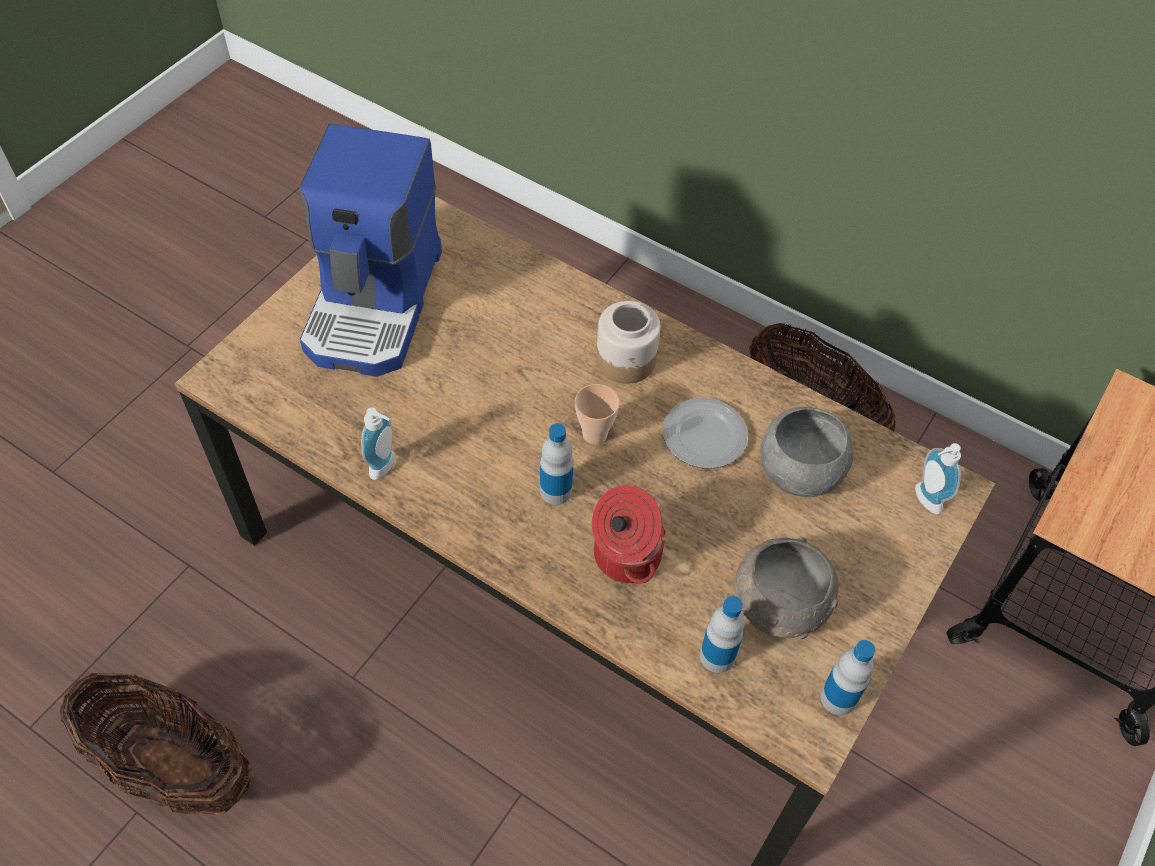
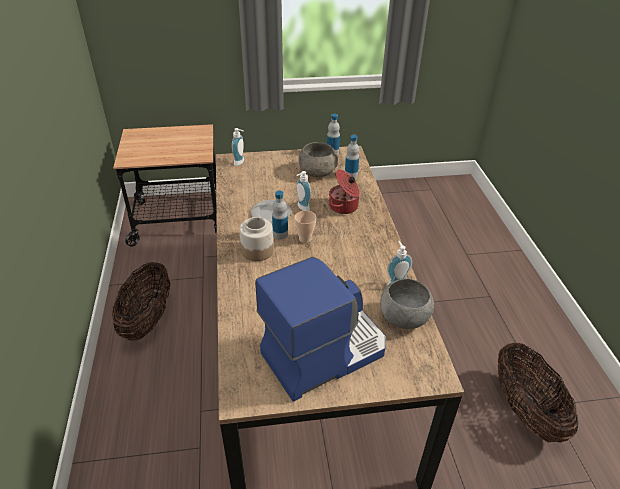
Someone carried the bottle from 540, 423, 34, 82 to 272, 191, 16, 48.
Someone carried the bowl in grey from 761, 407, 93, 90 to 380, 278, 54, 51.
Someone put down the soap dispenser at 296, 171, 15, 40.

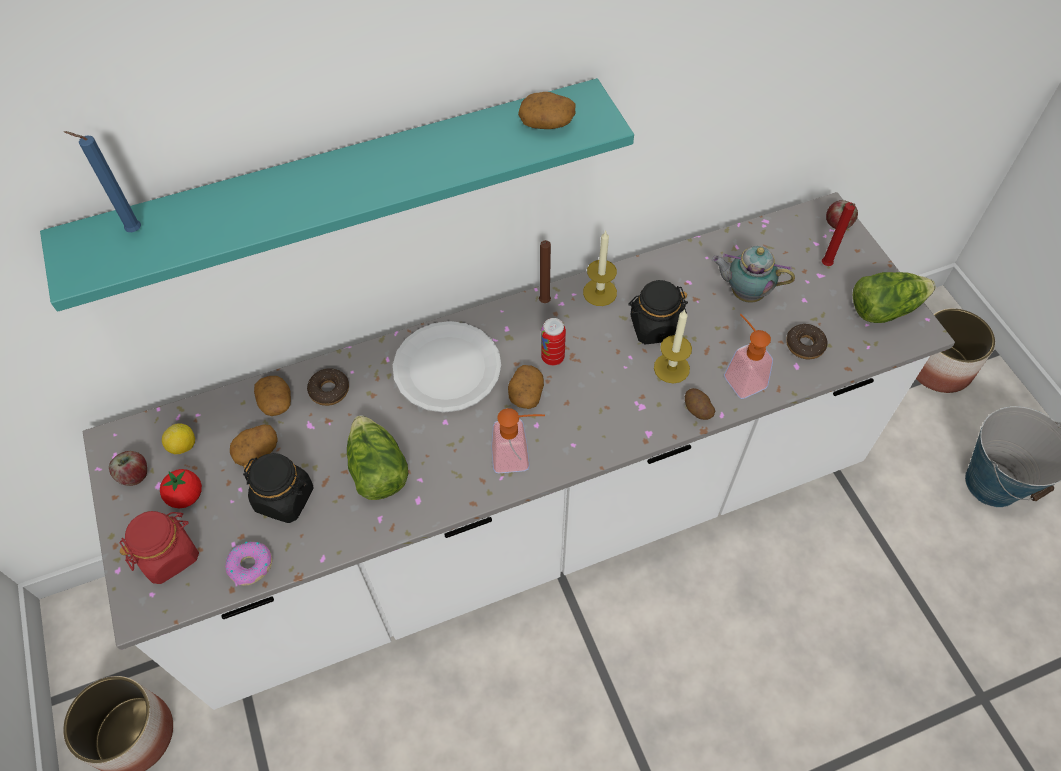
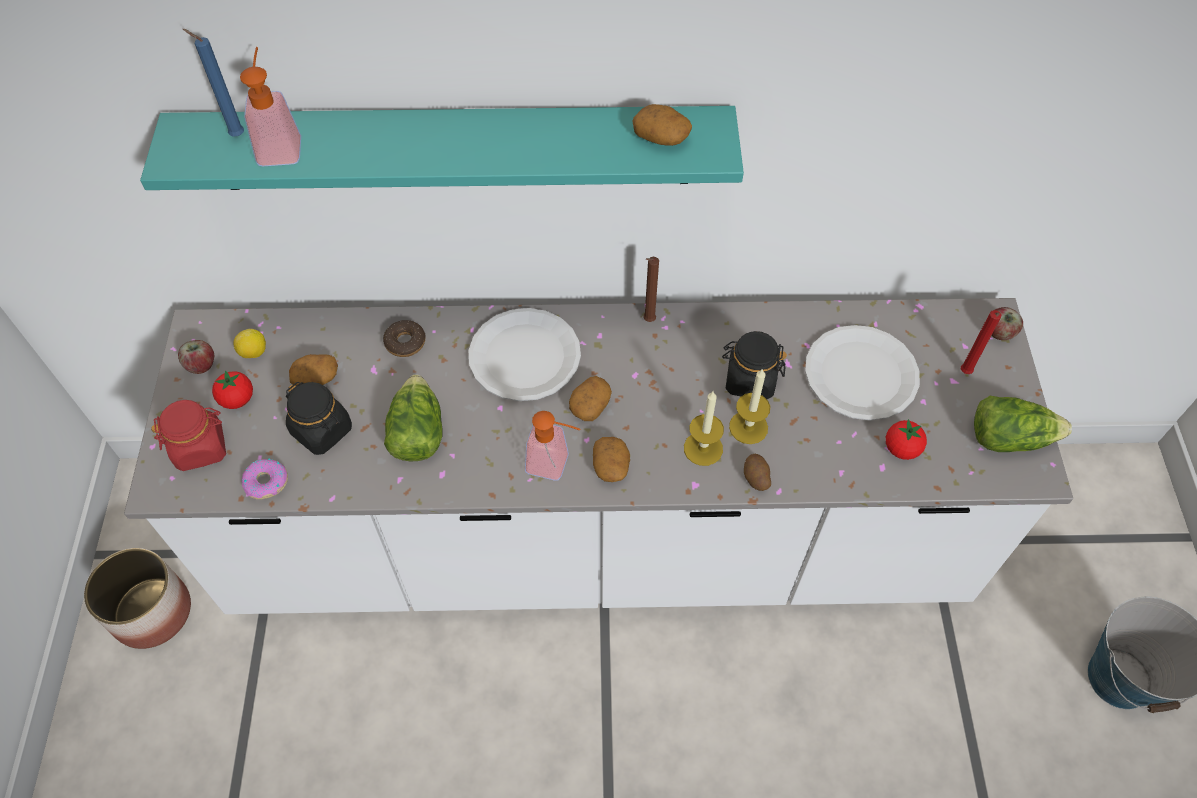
Someone carried the potato from 254, 376, 37, 40 to 593, 437, 37, 45.
Someone took away the can at 541, 318, 25, 48.
Someone carried the candle from 583, 230, 34, 76 to 684, 391, 40, 75.
Someone swapped the teapot at 712, 246, 83, 57 for the plate in white at 805, 325, 115, 96.
Someone carried the soap dispenser from 724, 314, 49, 85 to 240, 47, 61, 119.
Someone swapped the donut at 786, 324, 42, 35 for the tomato at 886, 419, 41, 41.
Someone took away the planter at 916, 308, 79, 85.

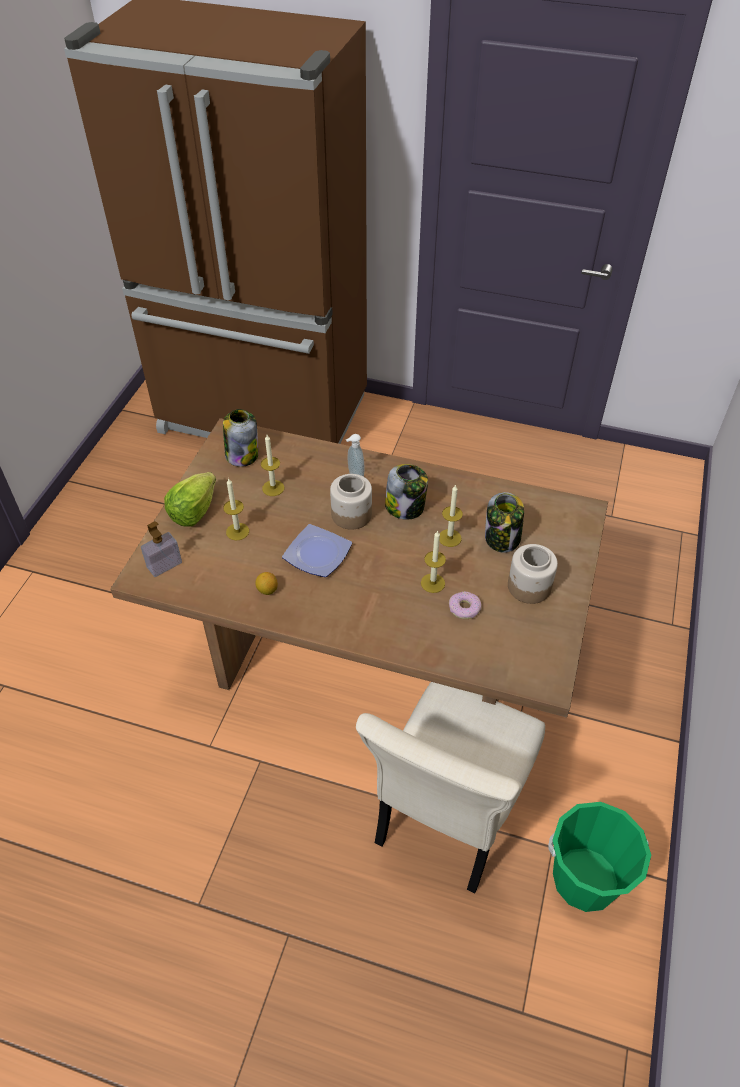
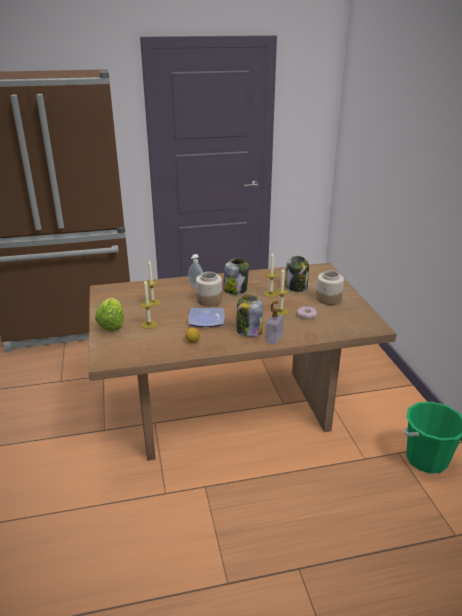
Someone carried the soap dispenser from 141, 521, 41, 56 to 265, 301, 19, 43.
Someone carried the jar from 223, 409, 35, 58 to 236, 295, 27, 42.
Someone took away the chair in beige at 356, 682, 189, 212.

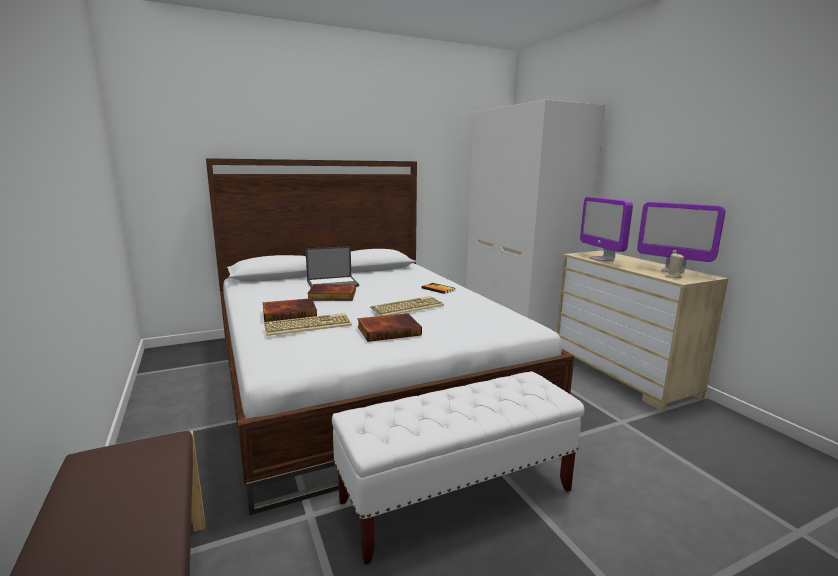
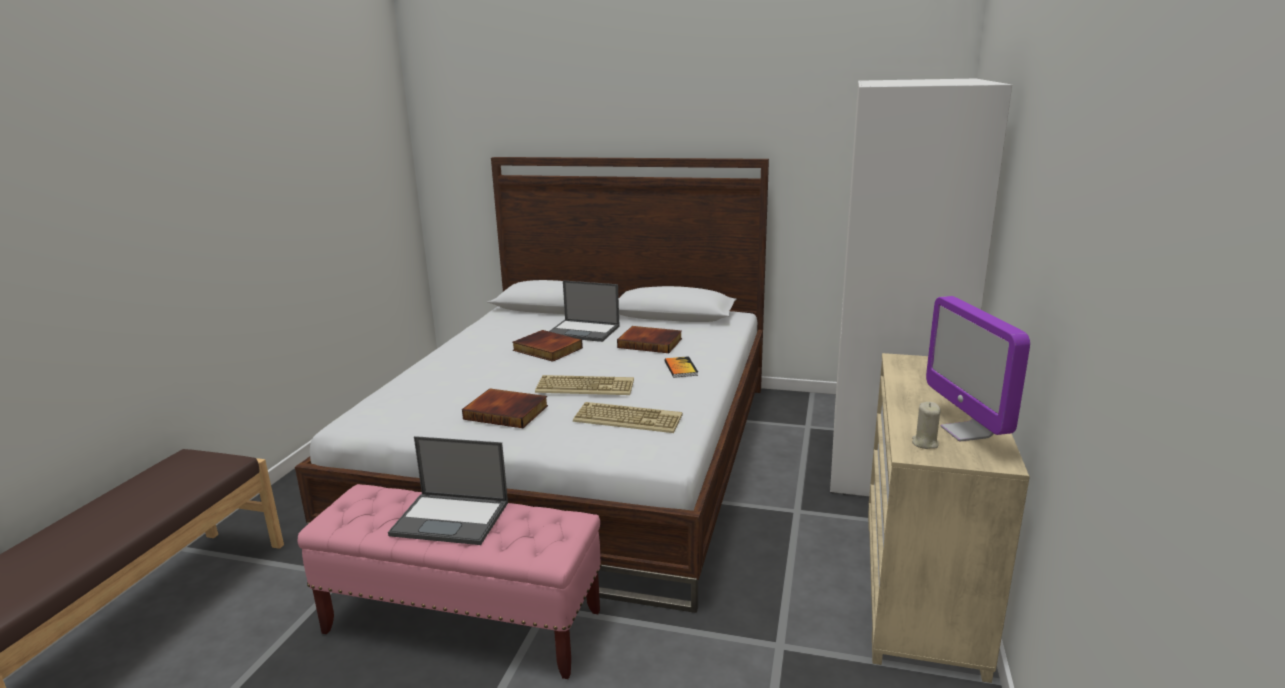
Someone carried the book from 263, 298, 54, 24 to 617, 326, 65, 27.
Someone carried the keyboard from 264, 313, 88, 23 to 573, 402, 110, 31.
Someone repainted the bench in white at 332, 371, 253, 194, which became the bench in pink at 297, 484, 305, 195.
Someone took away the monitor at 580, 197, 53, 64.
Someone put down the laptop at 388, 436, 120, 109.

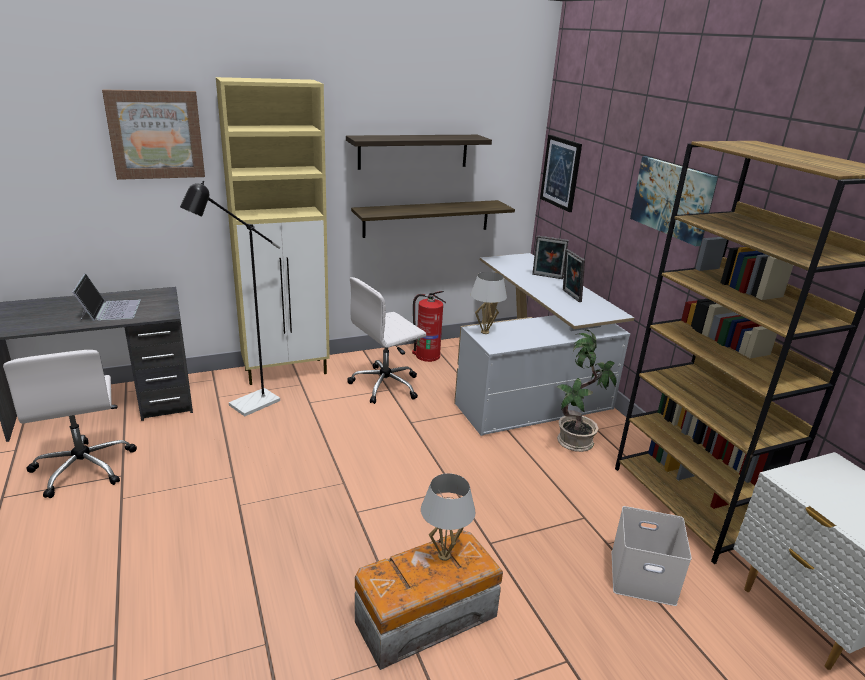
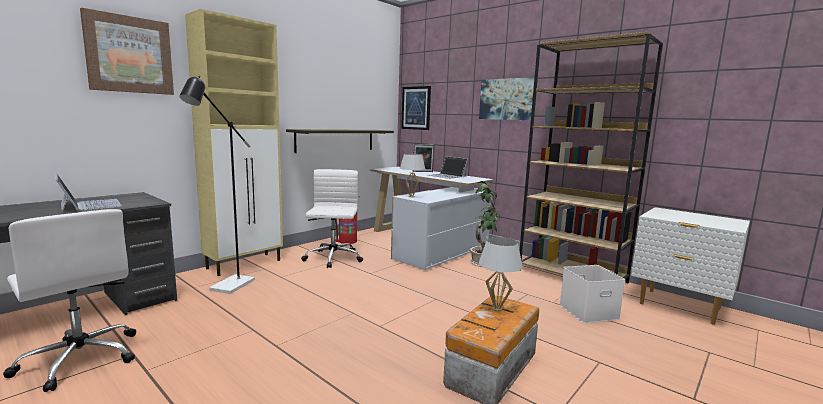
Someone took away the shelf at 346, 135, 146, 35.
Someone rotated the office chair in white at 347, 277, 79, 127 by 150 degrees clockwise.
Someone swapped the picture frame at 563, 249, 22, 53 for the laptop at 428, 156, 40, 23.

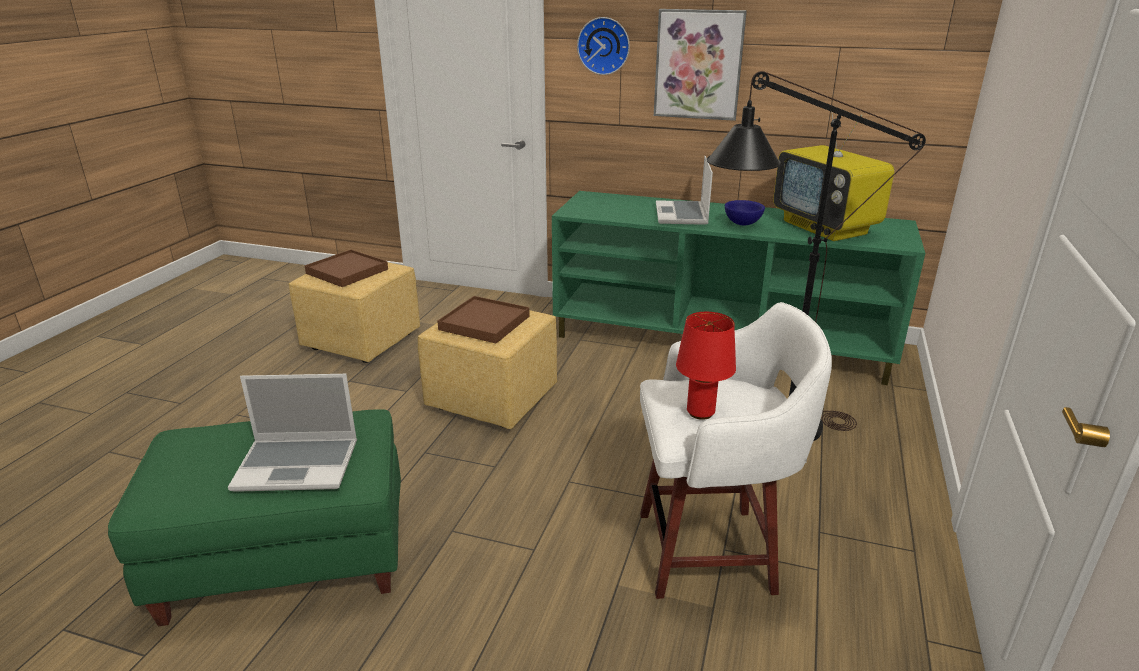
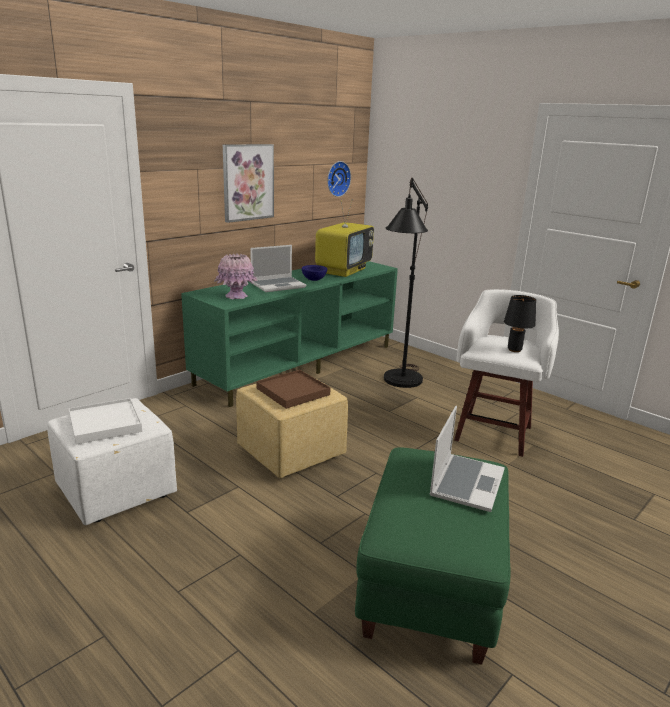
Someone repainted the ottoman in yellow at 289, 262, 131, 101, which became the ottoman in white at 47, 398, 130, 127.
Someone repainted the tray in brown at 305, 250, 83, 37, which became the tray in white at 69, 398, 73, 47.
Someone carried the wall clock from 577, 17, 53, 58 to 327, 161, 24, 36.
Someone rotated the laptop at 656, 156, 57, 69 by 60 degrees counterclockwise.
Someone repainted the table lamp in red at 676, 312, 60, 108, which became the table lamp in black at 504, 295, 32, 57.
Someone rotated the television at 773, 114, 122, 127 by 60 degrees counterclockwise.
Someone put down the vase in pink at 214, 253, 43, 47.

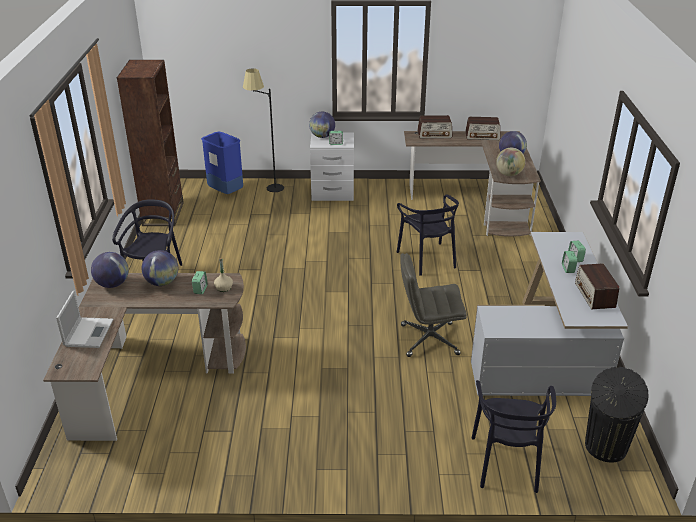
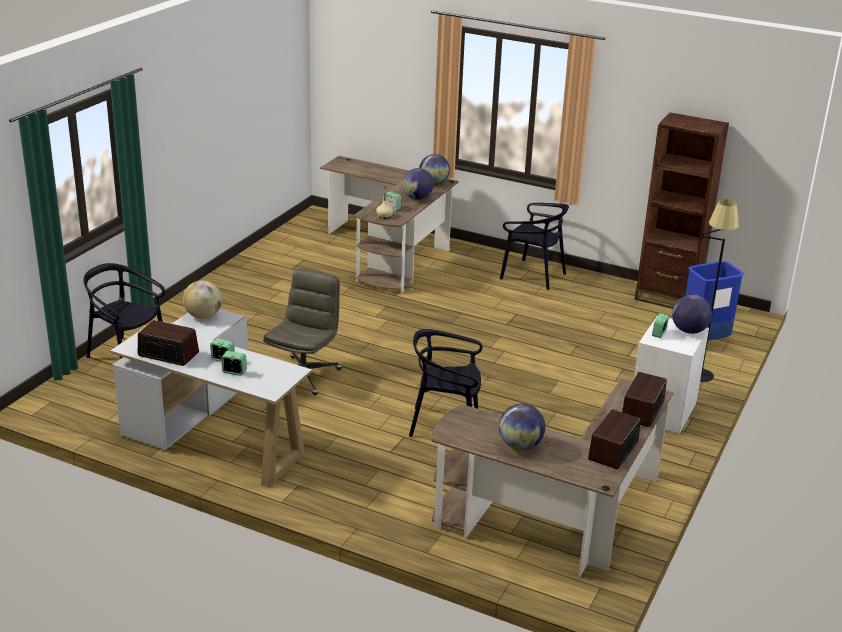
Someone took away the laptop at 56, 291, 57, 57.
Someone carried the globe from 496, 148, 29, 28 to 183, 280, 39, 39.
Someone took away the trash can in black at 585, 367, 63, 96.

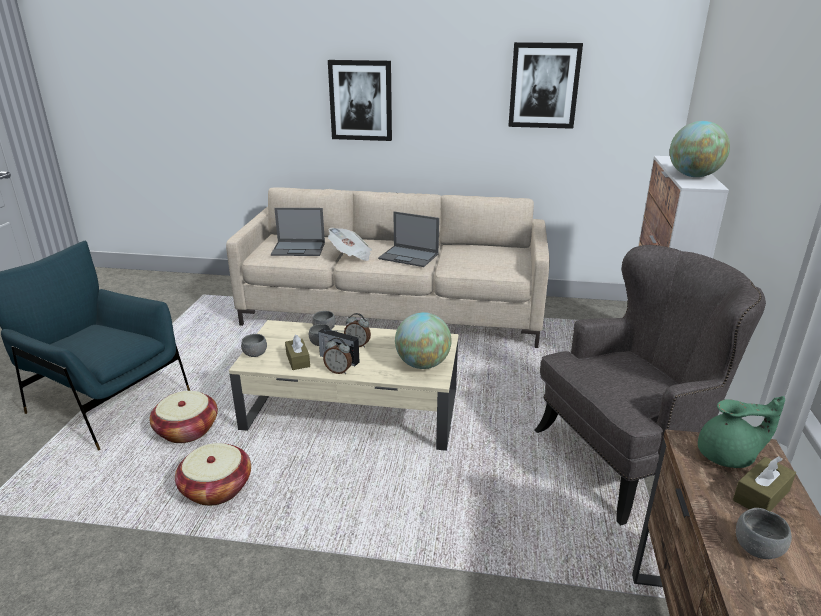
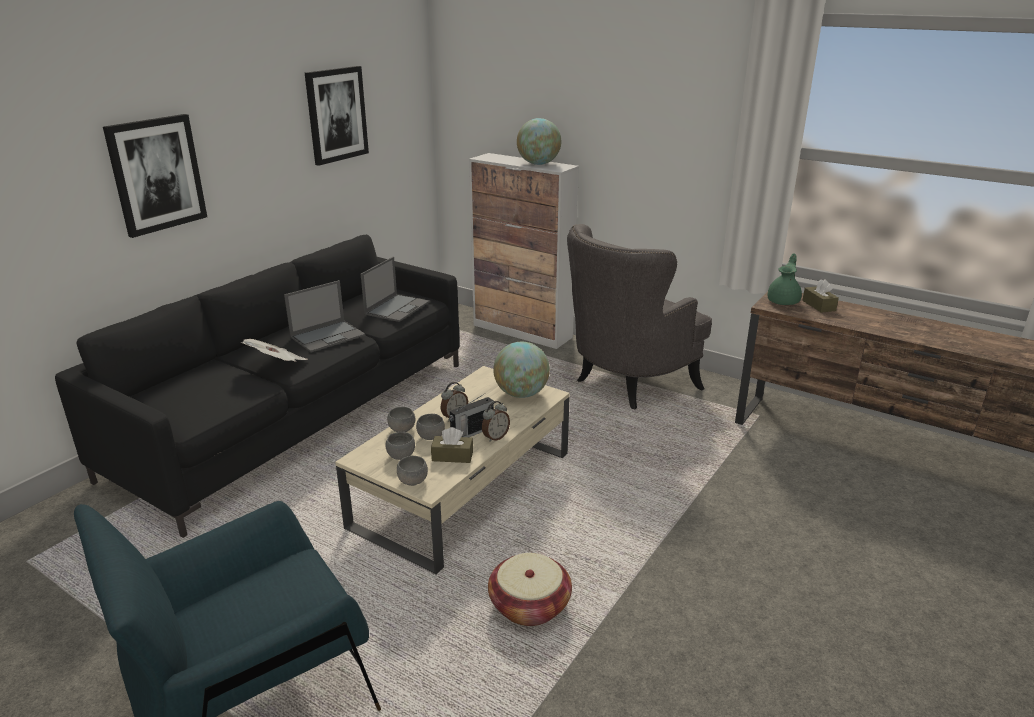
Someone took away the basket at 149, 391, 69, 52.
Someone repainted the sofa in beige at 226, 187, 324, 161, which became the sofa in black at 55, 235, 405, 303.
Someone carried the laptop from 271, 208, 54, 48 to 361, 257, 68, 65.
Someone rotated the armchair in grey at 534, 245, 232, 281 by 135 degrees counterclockwise.
Someone carried the bowl in grey from 736, 508, 56, 51 to 385, 432, 30, 28.

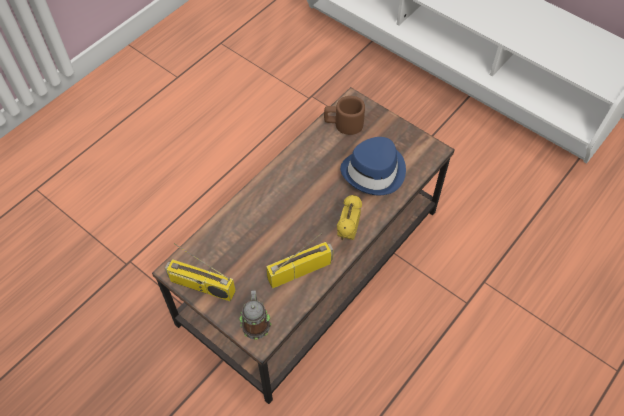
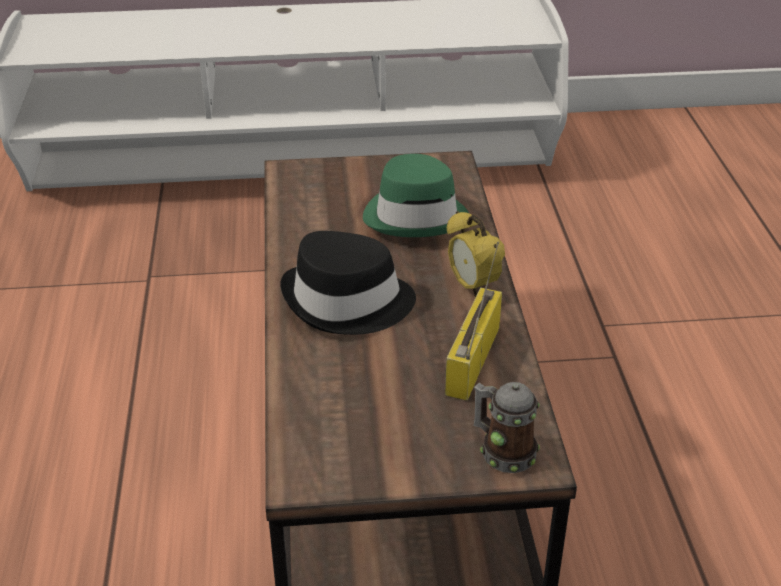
Someone took away the radio at 165, 243, 71, 59.
Someone took away the mug in brown at 324, 96, 41, 39.
Someone repainted the hat in blue at 340, 137, 66, 58, which became the hat in green at 363, 154, 106, 83.
Someone put down the hat in black at 281, 231, 135, 104.

